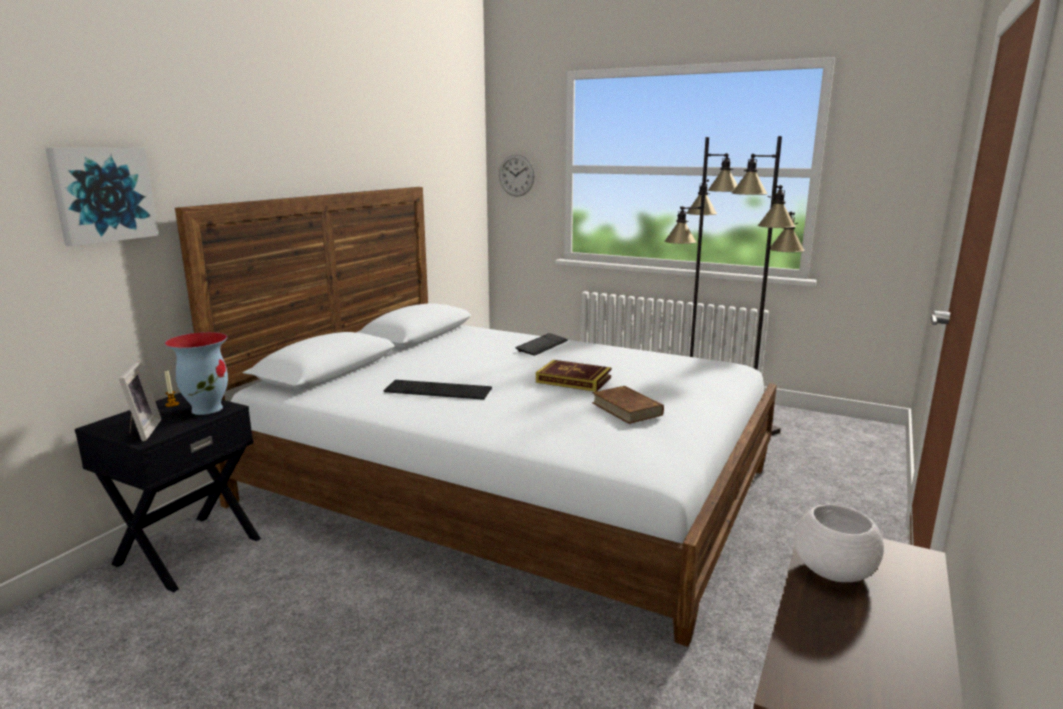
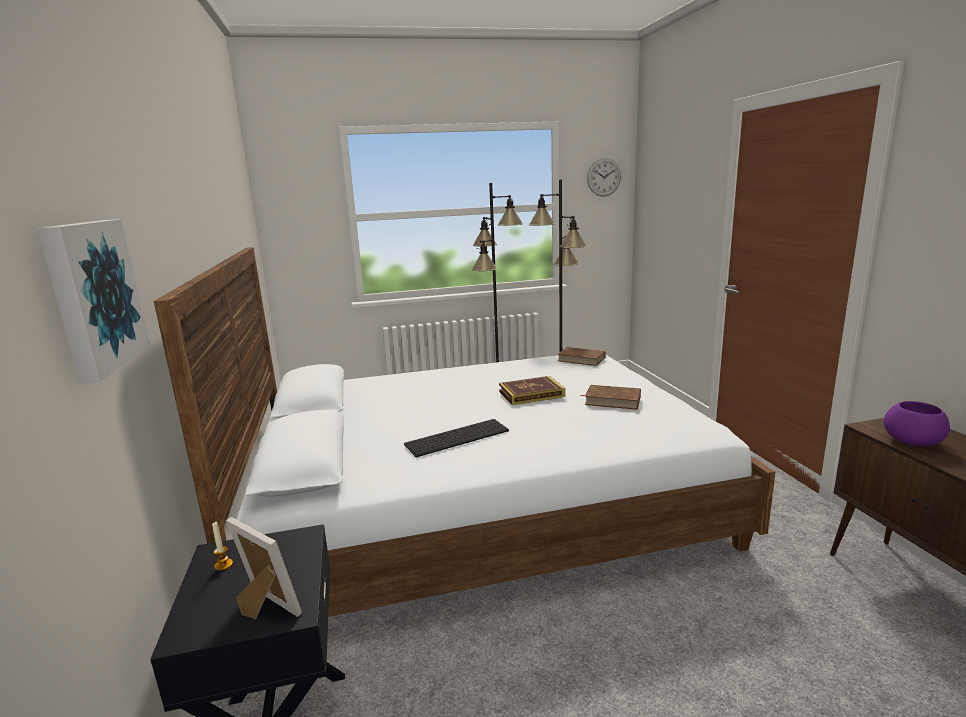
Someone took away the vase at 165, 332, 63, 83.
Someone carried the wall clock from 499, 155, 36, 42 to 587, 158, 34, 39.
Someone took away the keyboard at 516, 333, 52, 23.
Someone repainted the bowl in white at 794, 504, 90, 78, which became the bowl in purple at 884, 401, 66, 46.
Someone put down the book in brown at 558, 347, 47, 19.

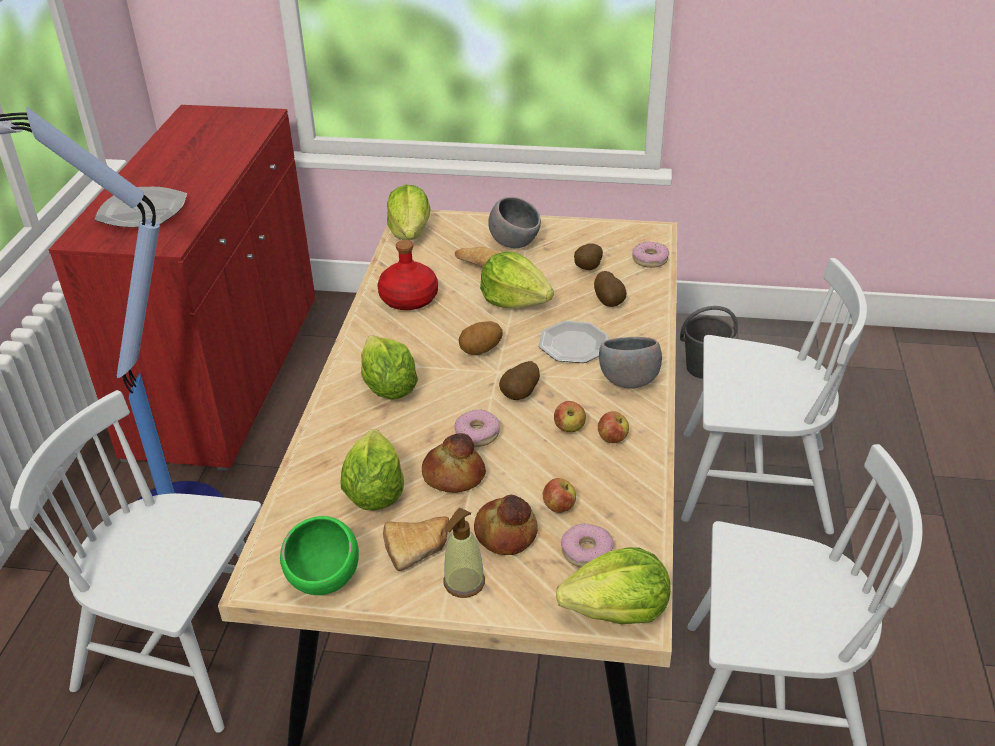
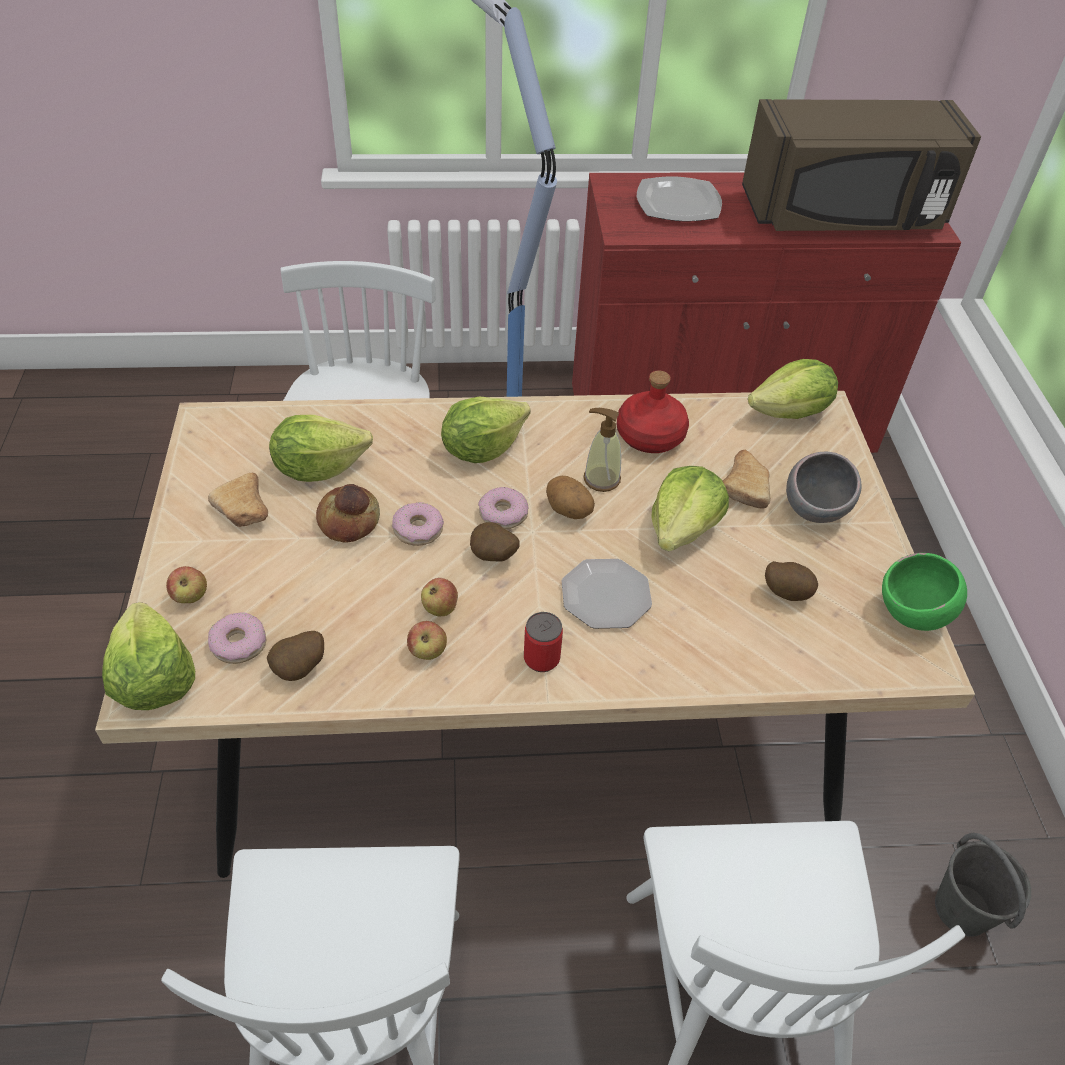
Someone carried the bowl in green from 280, 516, 79, 79 to 882, 553, 85, 78.
Someone carried the soap dispenser from 444, 508, 41, 90 to 583, 408, 38, 84.
Someone took away the bread at 474, 495, 64, 60.
Someone carried the apple from 543, 478, 33, 35 to 166, 566, 41, 37.
Someone carried the potato from 594, 271, 32, 36 to 267, 631, 57, 50.
Someone swapped the bowl in grey at 599, 337, 63, 52 for the can at 524, 612, 39, 60.
Someone carried the donut from 632, 241, 37, 27 to 478, 487, 50, 42.
Someone put down the microwave in brown at 742, 99, 239, 132.

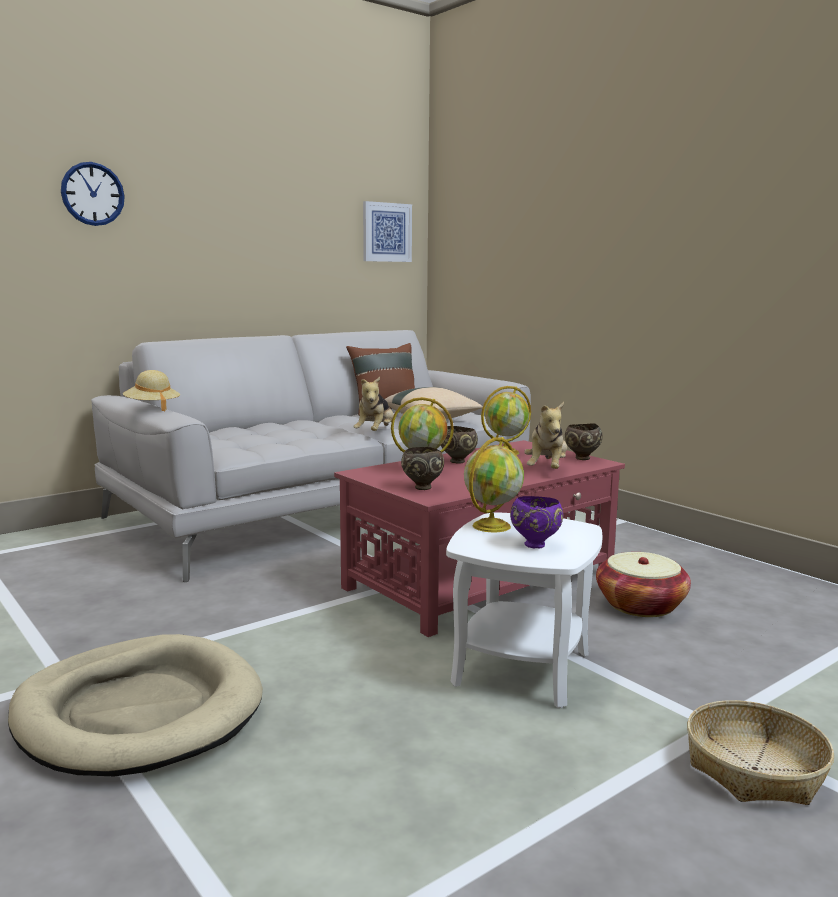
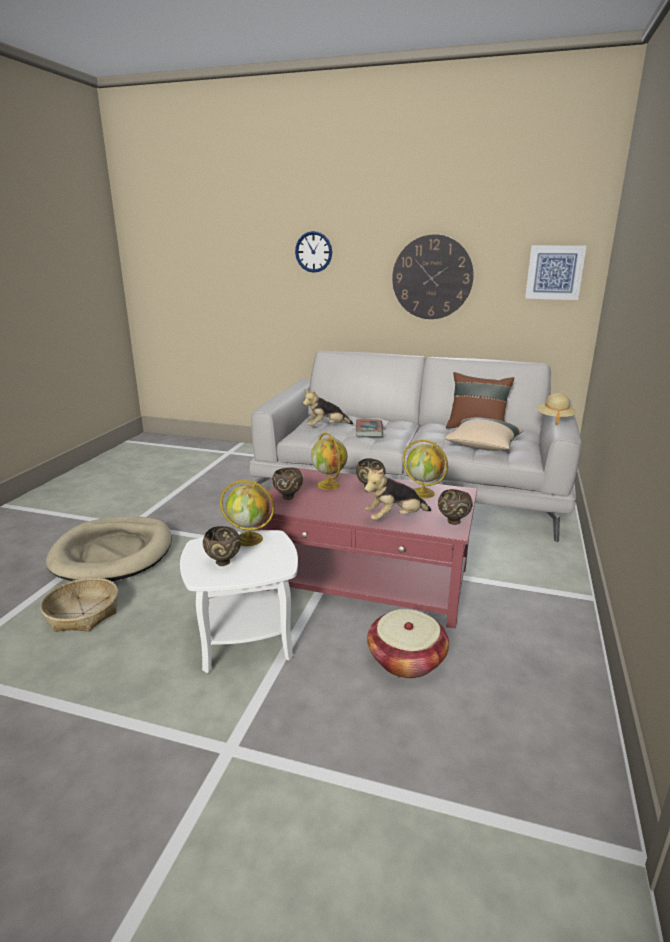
Someone carried the hat in beige from 123, 370, 57, 41 to 536, 393, 40, 32.
Someone carried the plush toy from 353, 377, 41, 54 to 303, 389, 50, 37.
Someone repainted the bowl in purple at 510, 496, 53, 52, which became the bowl in brown at 203, 526, 38, 40.
Someone carried the basket from 687, 700, 147, 105 to 40, 577, 78, 55.
Someone put down the book at 356, 419, 27, 18.
Someone put up the wall clock at 392, 234, 81, 85.

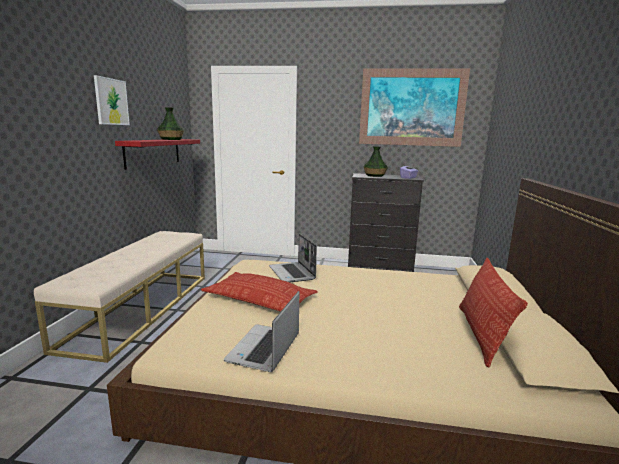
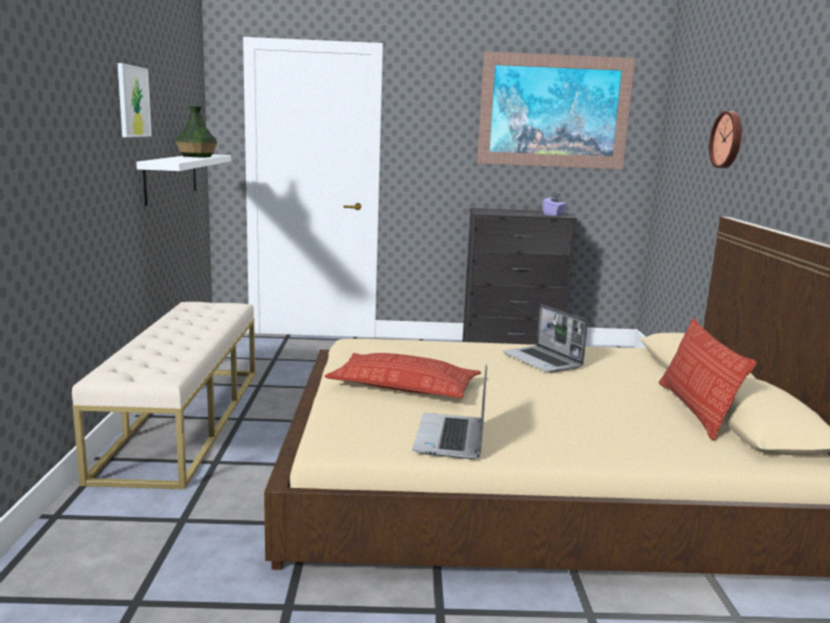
Someone repainted the shelf in red at 115, 139, 85, 31, which became the shelf in white at 136, 154, 95, 52.
Someone carried the laptop from 269, 234, 48, 48 to 503, 304, 85, 69.
Someone took away the vase at 364, 146, 24, 31.
Someone put up the wall clock at 709, 111, 33, 57.

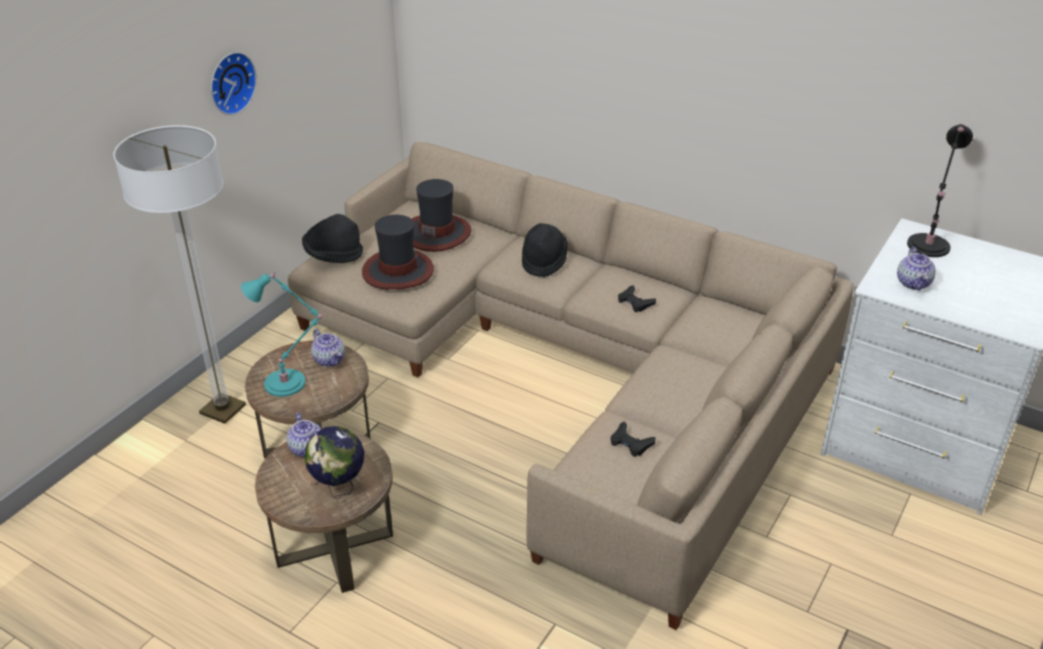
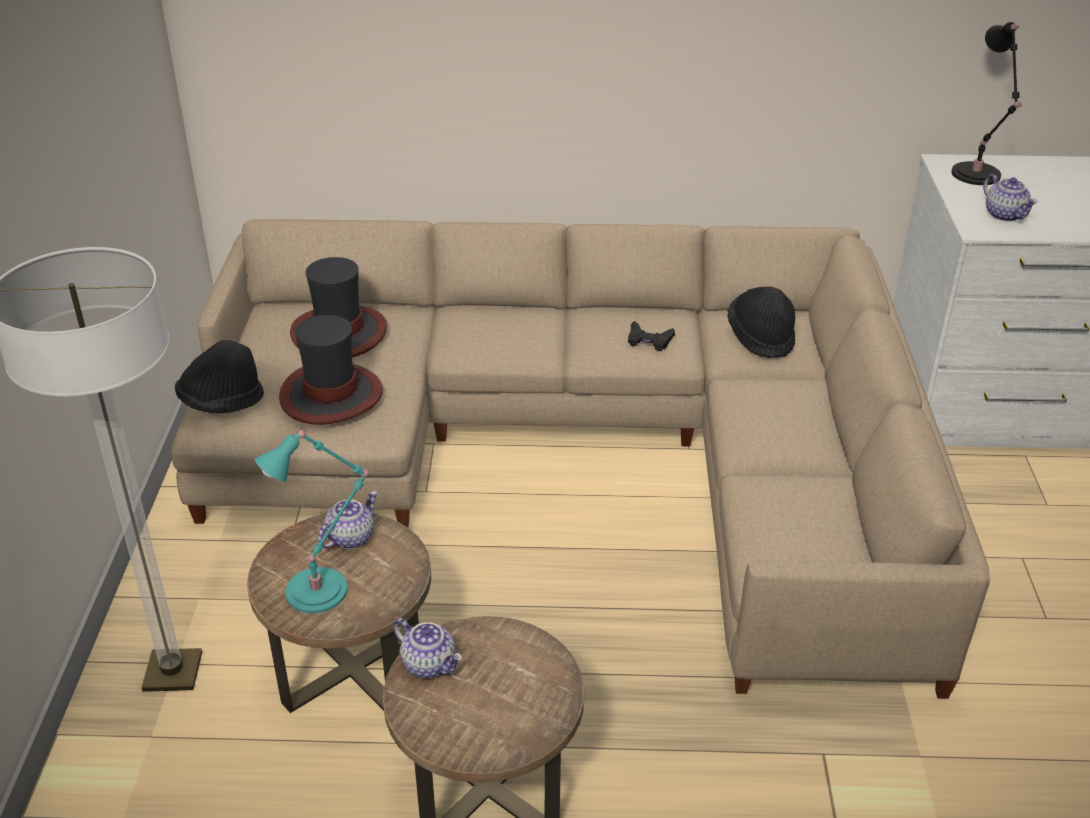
Someone took away the wall clock at 211, 52, 46, 63.
Someone took away the globe at 304, 426, 60, 71.
Someone rotated the teapot at 311, 329, 34, 38 by 75 degrees counterclockwise.
Someone carried the hat in black from 522, 223, 46, 54 to 727, 286, 68, 72.
Someone took away the game controller in black at 610, 422, 45, 35.

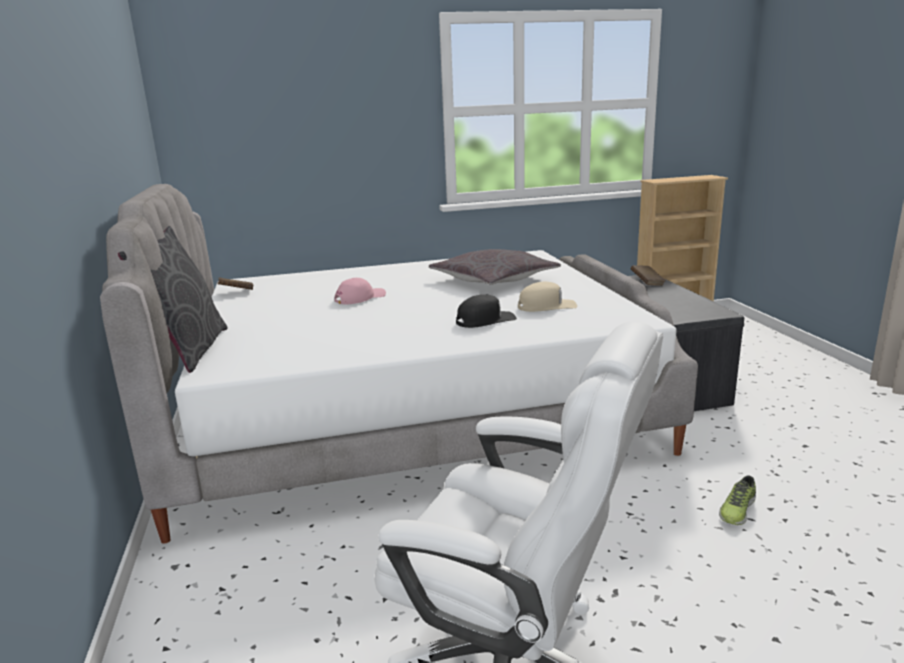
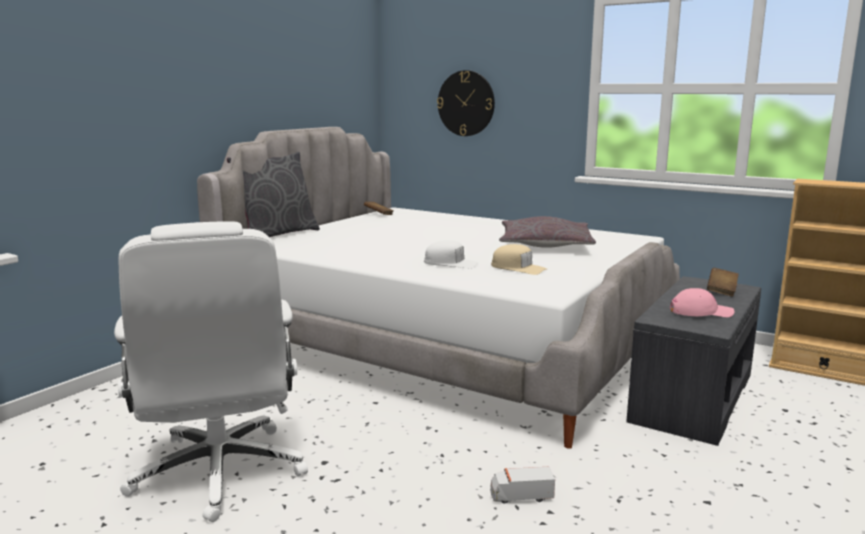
Someone carried the cap in pink from 334, 278, 52, 27 to 670, 288, 64, 29.
Someone repainted the cap in black at 456, 294, 61, 34, which became the cap in white at 424, 240, 55, 29.
Someone swapped the shoe at 719, 476, 37, 49 for the toy truck at 490, 467, 65, 37.
Someone put up the wall clock at 437, 70, 58, 66.

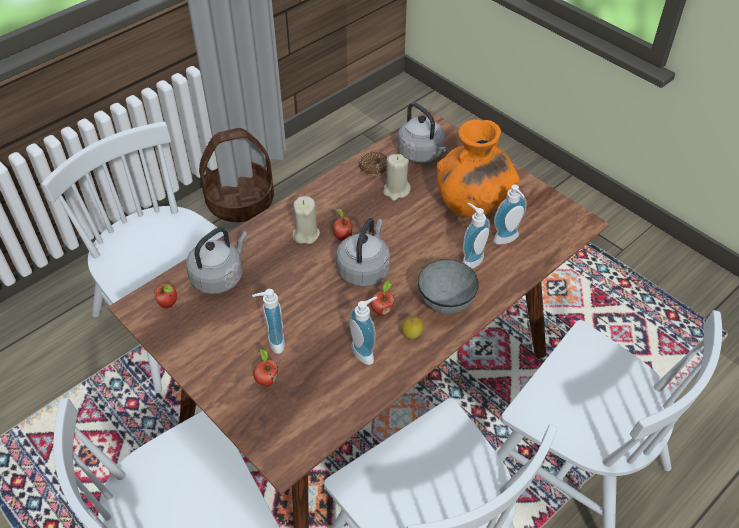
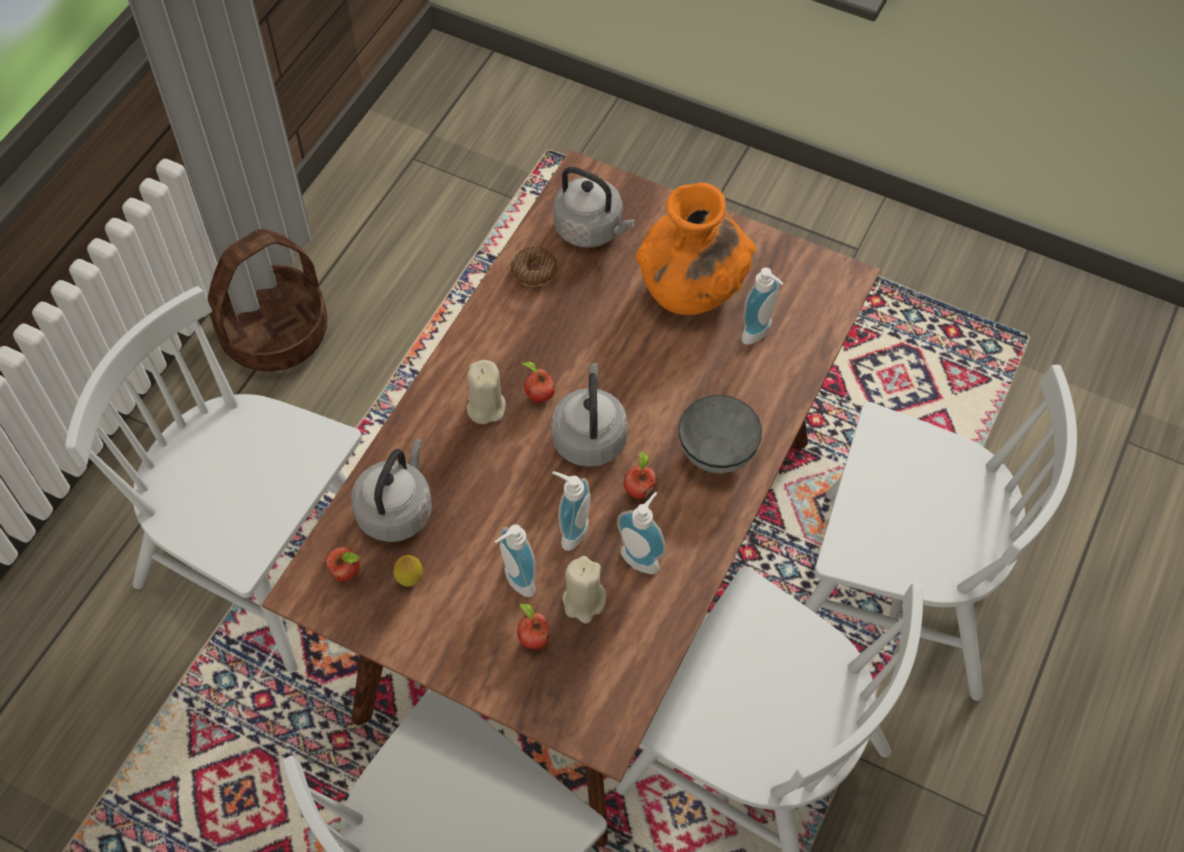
Someone carried the candle in beige from 383, 154, 28, 47 to 562, 556, 44, 68.
Someone carried the lemon from 402, 316, 21, 23 to 394, 555, 29, 32.
Someone carried the soap dispenser from 462, 203, 28, 66 to 552, 471, 39, 80.

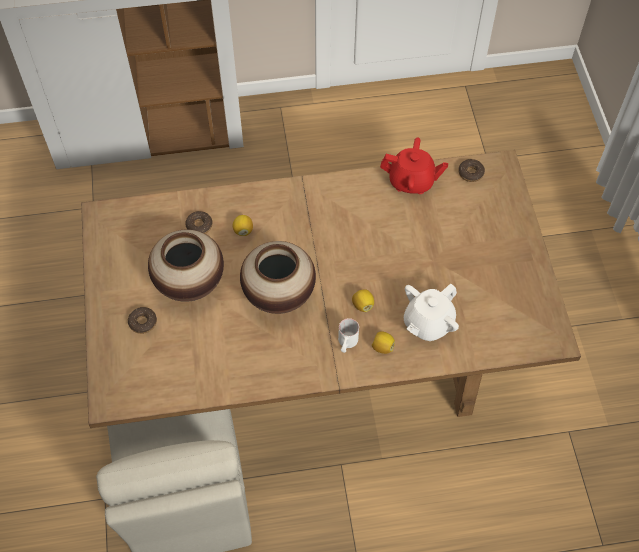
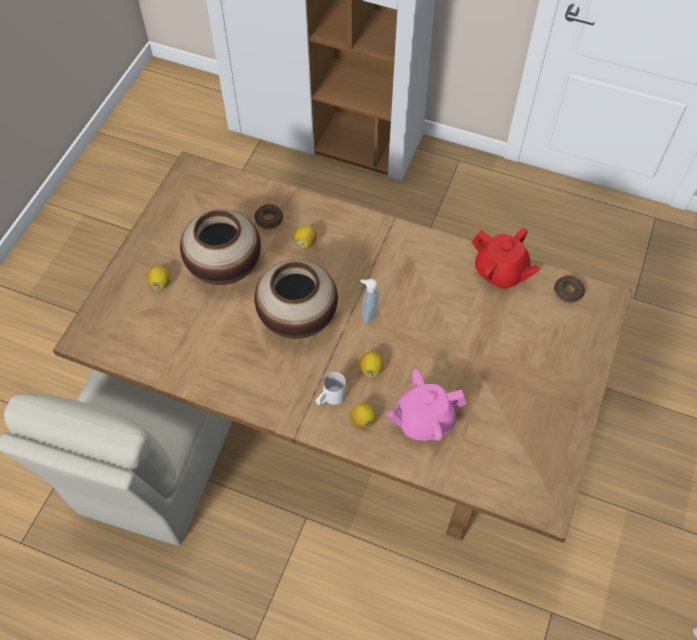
Someone swapped the donut at 128, 307, 29, 27 for the lemon at 147, 266, 23, 24.
Someone repainted the teapot in white at 404, 283, 55, 58, which became the teapot in pink at 386, 369, 81, 72.
Someone put down the soap dispenser at 360, 279, 19, 44.

